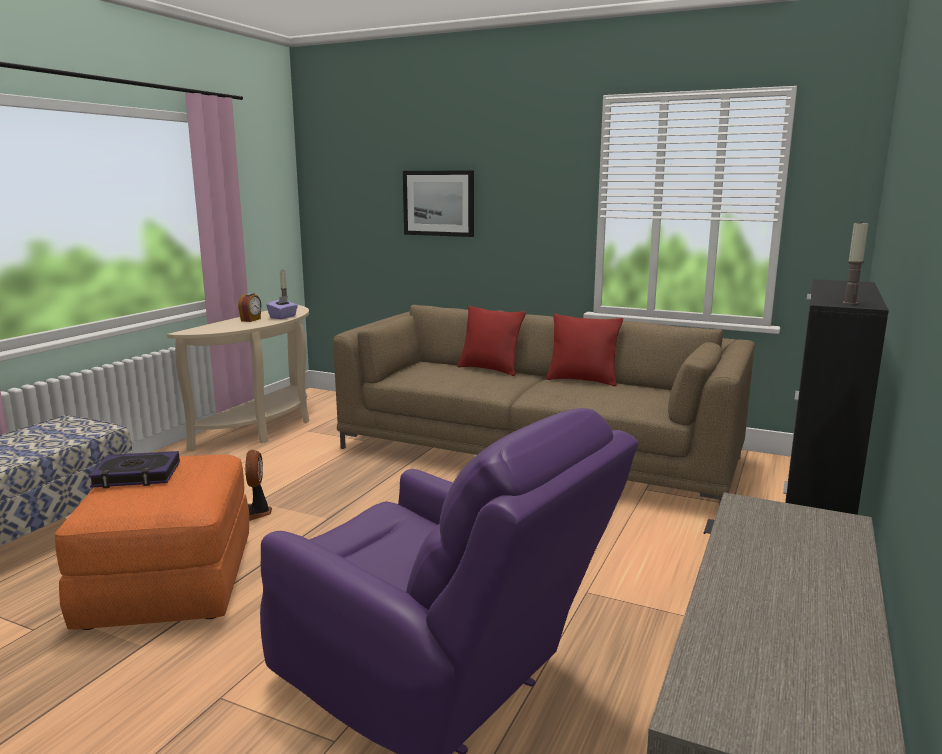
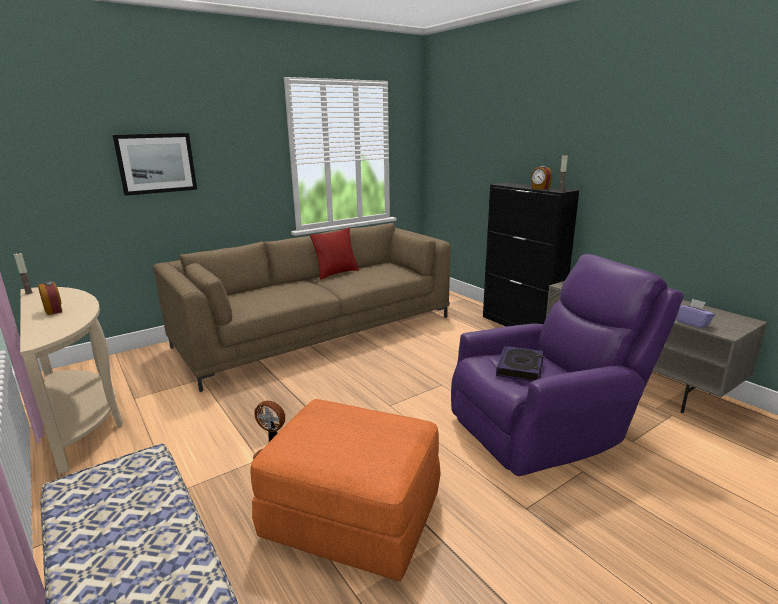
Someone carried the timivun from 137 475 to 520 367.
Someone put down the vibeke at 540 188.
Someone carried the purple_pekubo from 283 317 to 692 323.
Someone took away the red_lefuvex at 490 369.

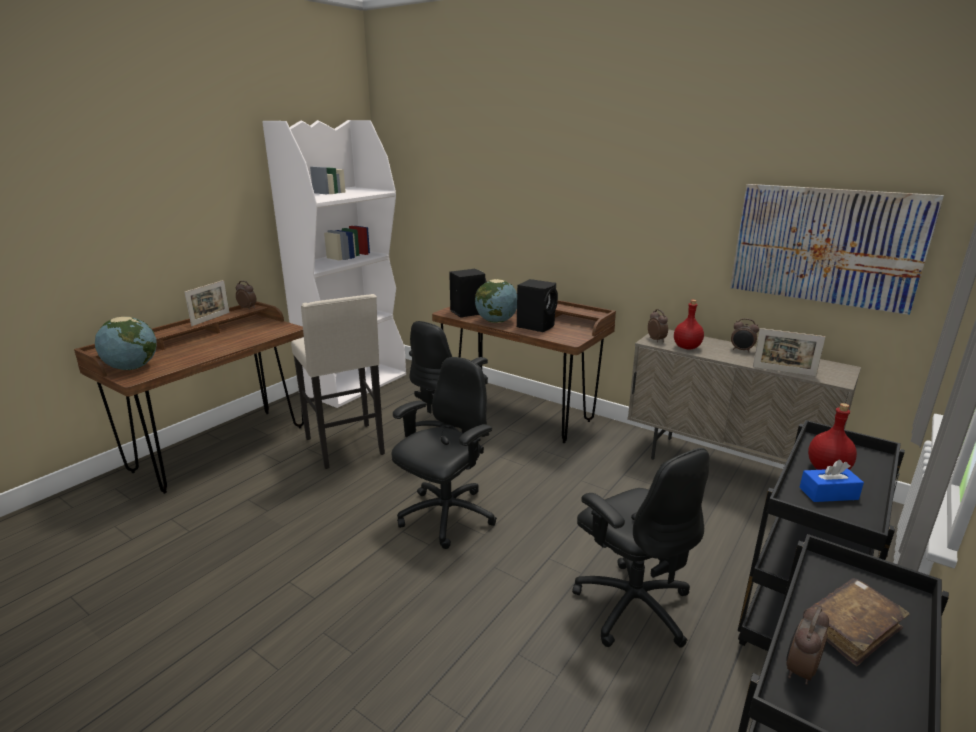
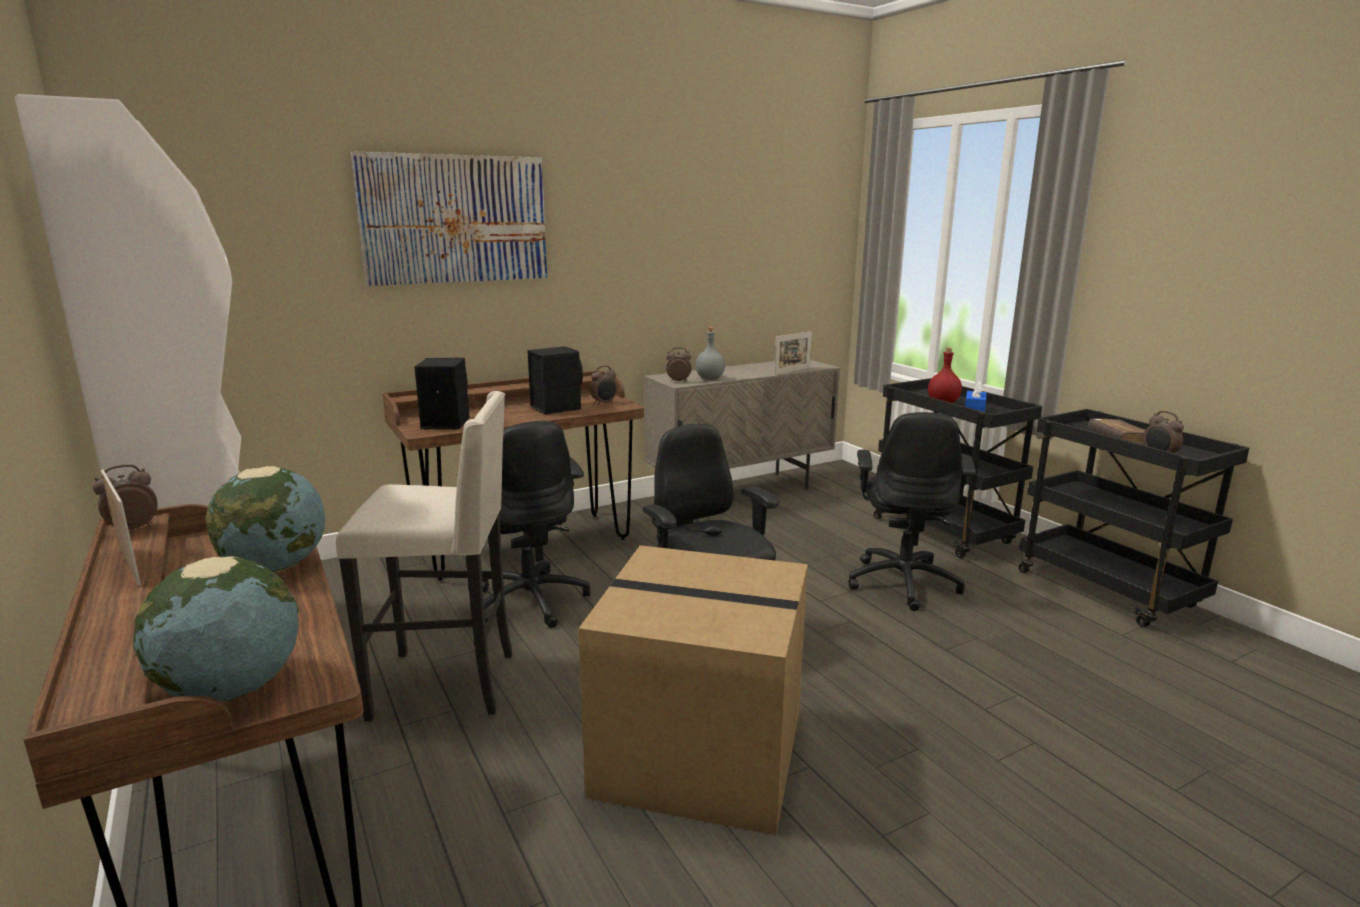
Someone carried the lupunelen from 496 321 to 275 567.
Someone carried the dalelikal from 825 246 to 455 219.
Someone put down the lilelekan at 696 754.
Someone carried the vibeke from 741 350 to 604 403.
Someone repainted the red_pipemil at 687 347, which became the grey_pipemil at 710 378.
Someone rotated the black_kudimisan at 632 605 by 105 degrees clockwise.

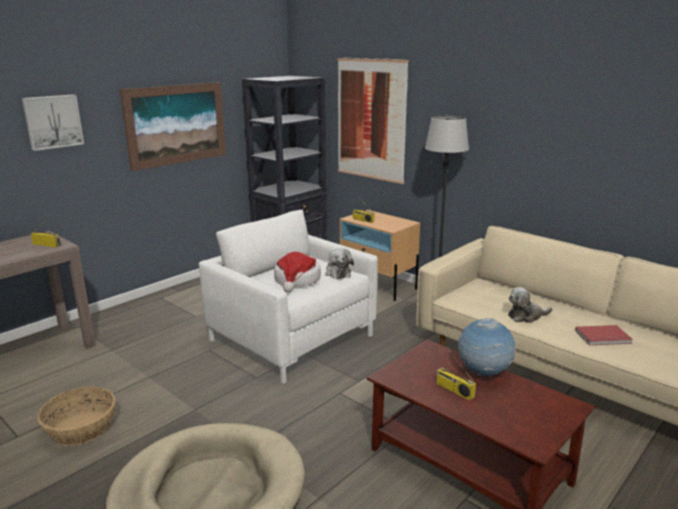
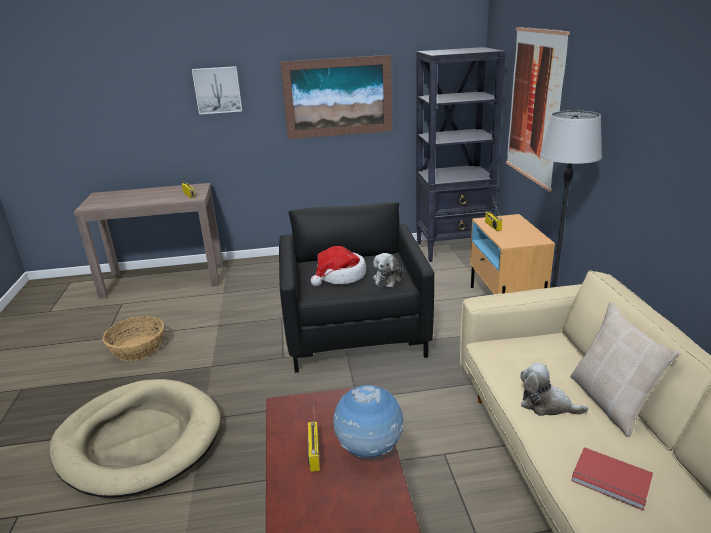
Someone repainted the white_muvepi at 292 337, which became the black_muvepi at 355 331.
Someone put down the beige_lefuvex at 611 402.

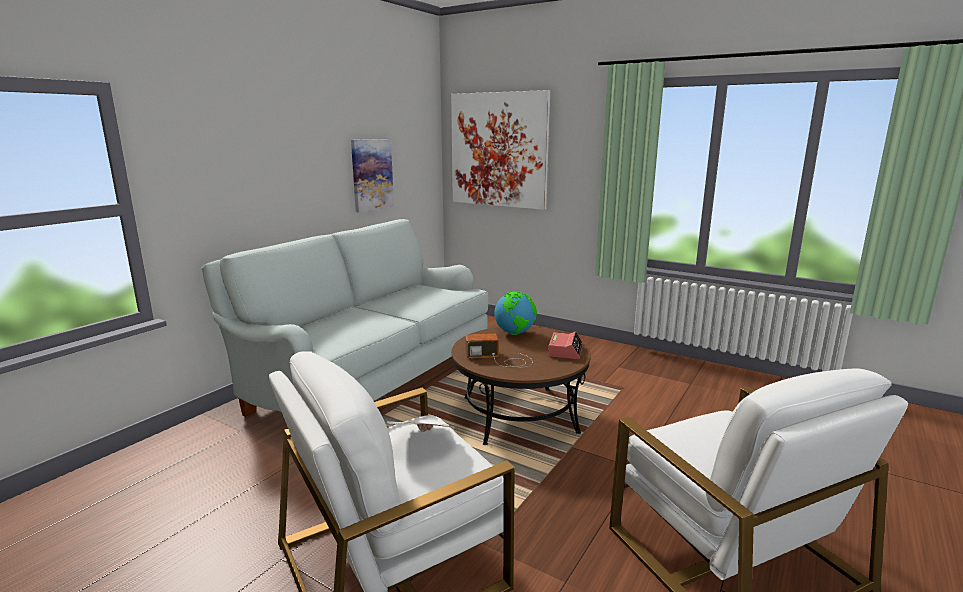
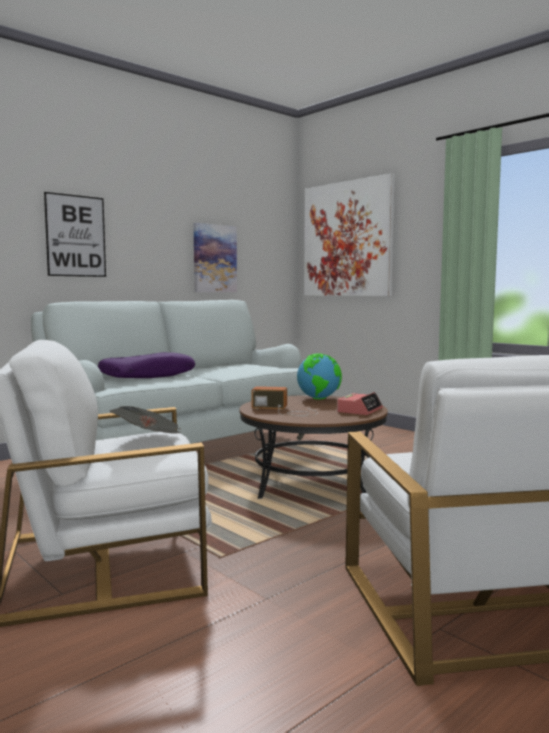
Someone put up the dalelikal at 75 236.
Someone put down the purple_lefuvex at 148 376.

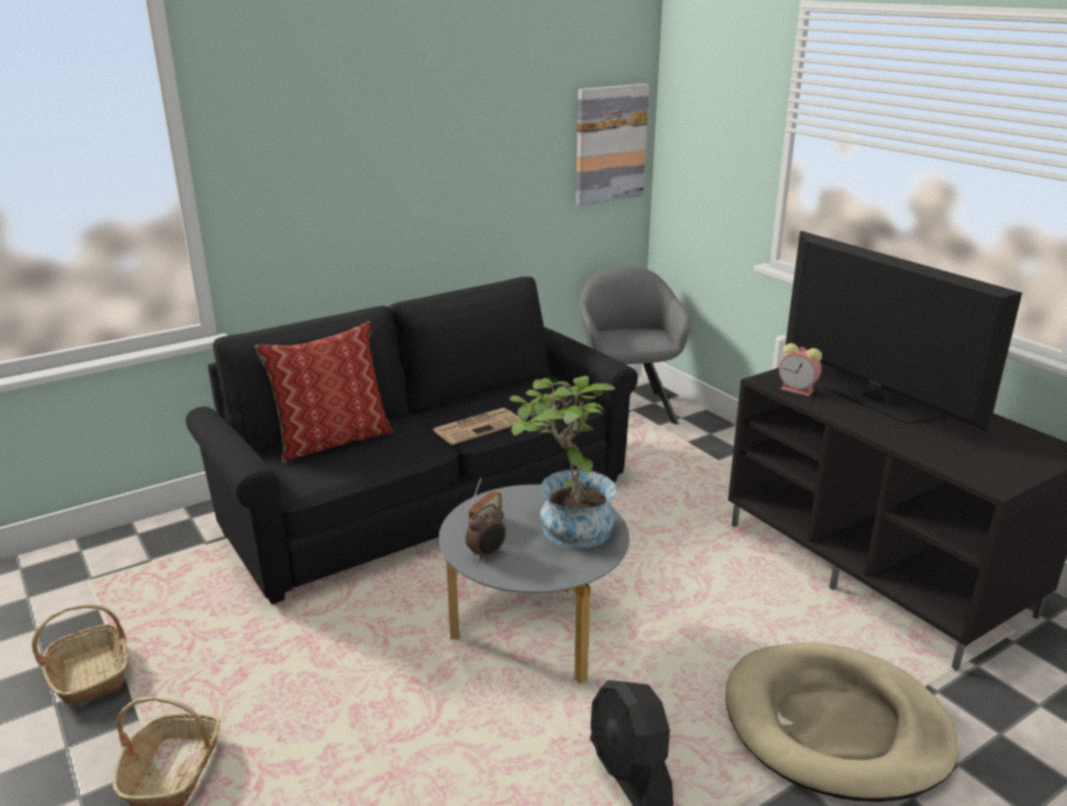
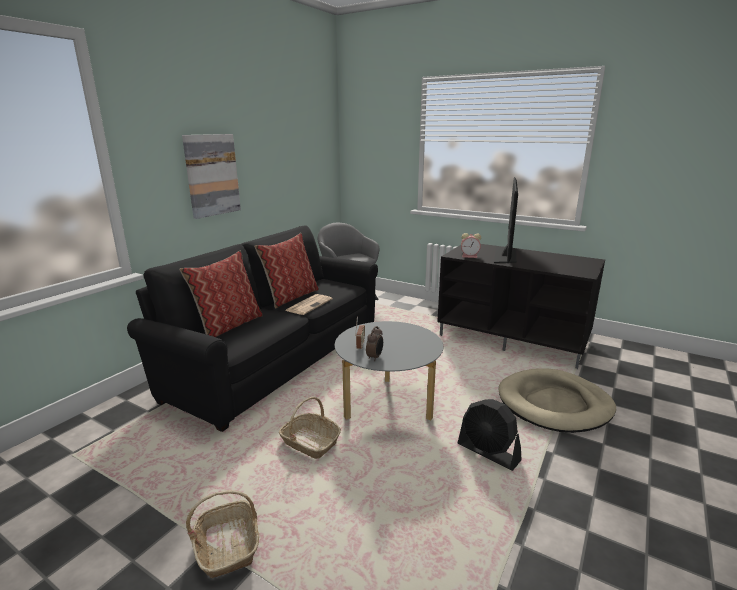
Someone carried the dalelikal from 610 144 to 212 175.
Someone put down the lefuvex at 290 297.
Someone carried the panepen from 90 674 to 310 443.
Someone rotated the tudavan at 876 400 by 105 degrees counterclockwise.
Someone took away the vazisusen at 565 527.

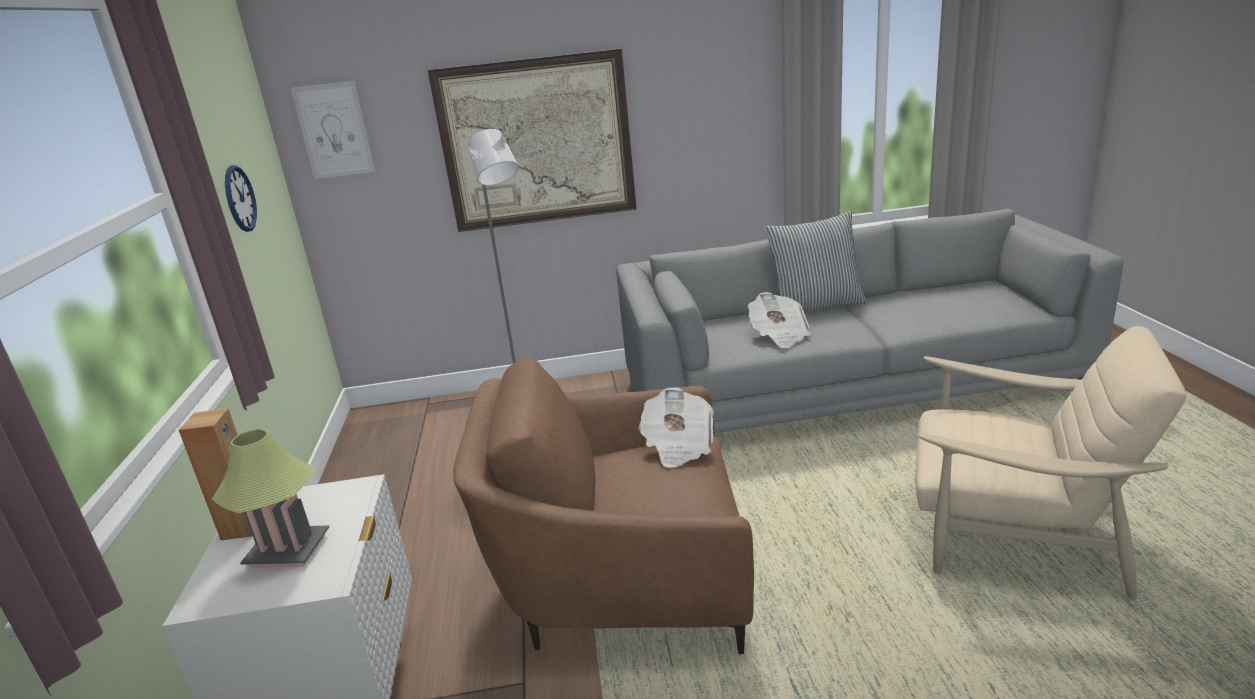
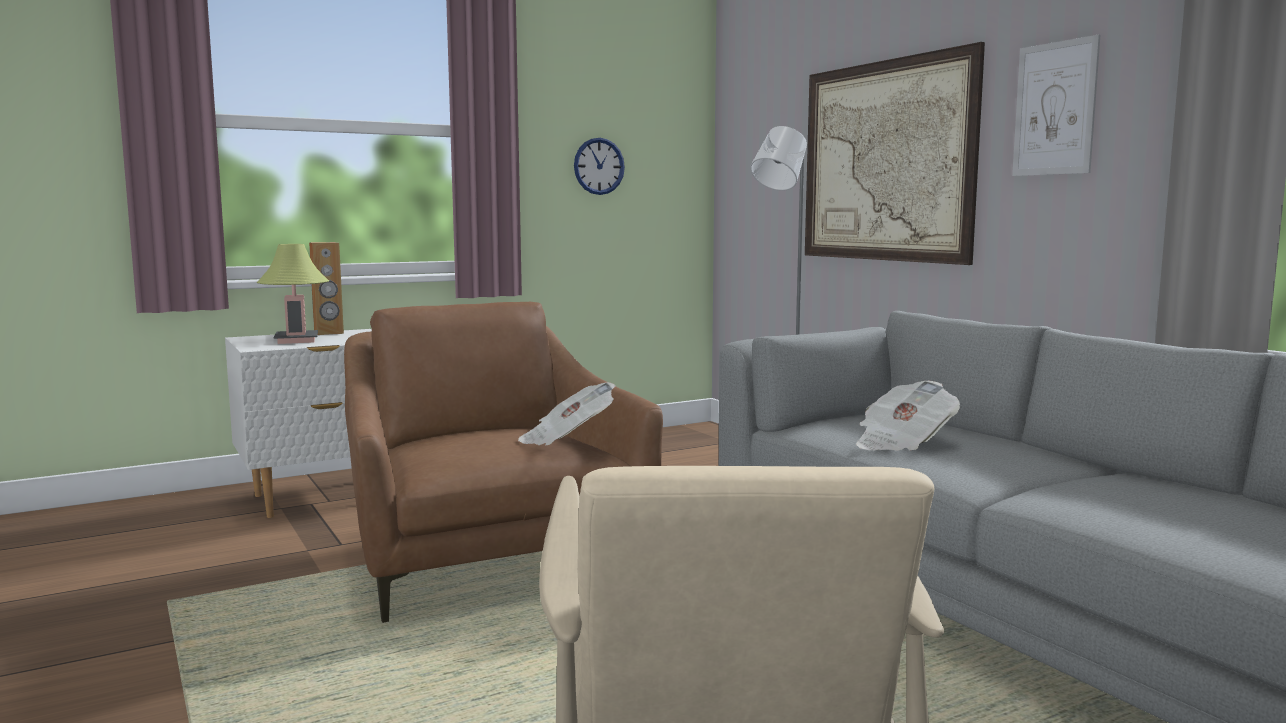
Someone carried the dalelikal from 334 130 to 1055 109.
Someone took away the lefuvex at 815 306.

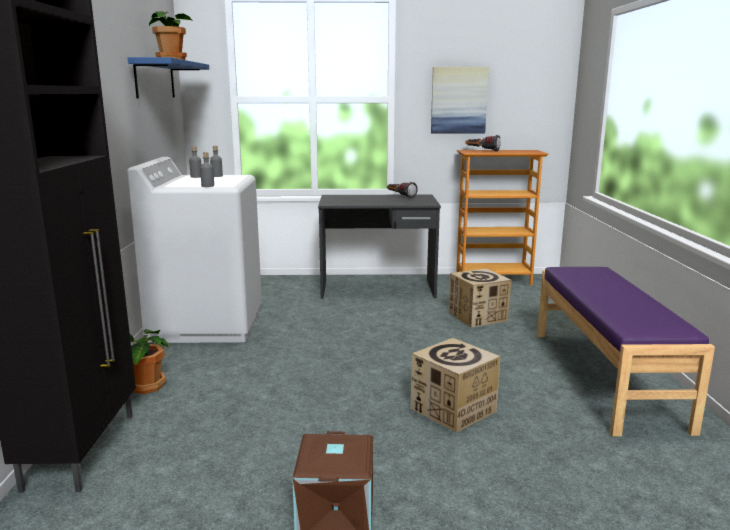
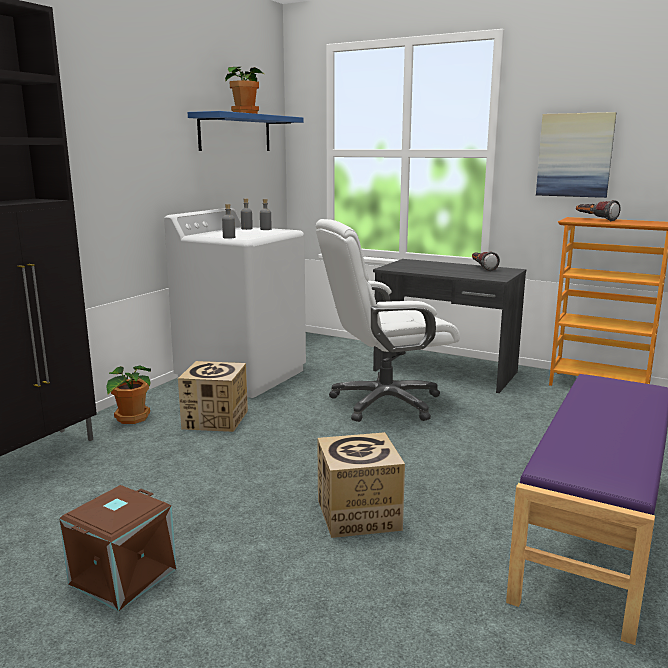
Someone carried the lilelekan from 478 317 to 215 419.
Someone put down the white_kudimisan at 384 403.

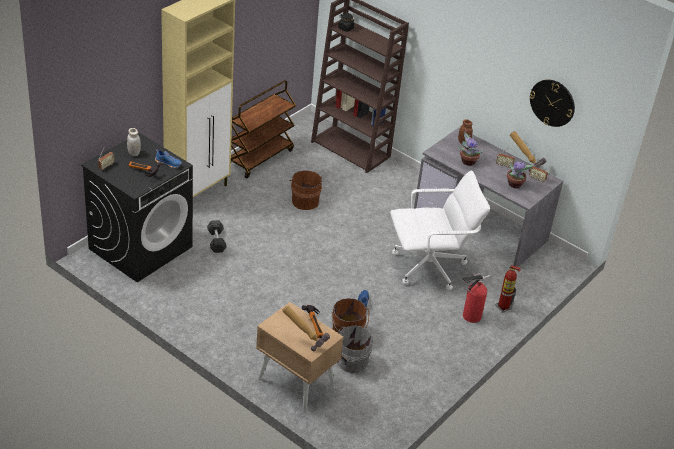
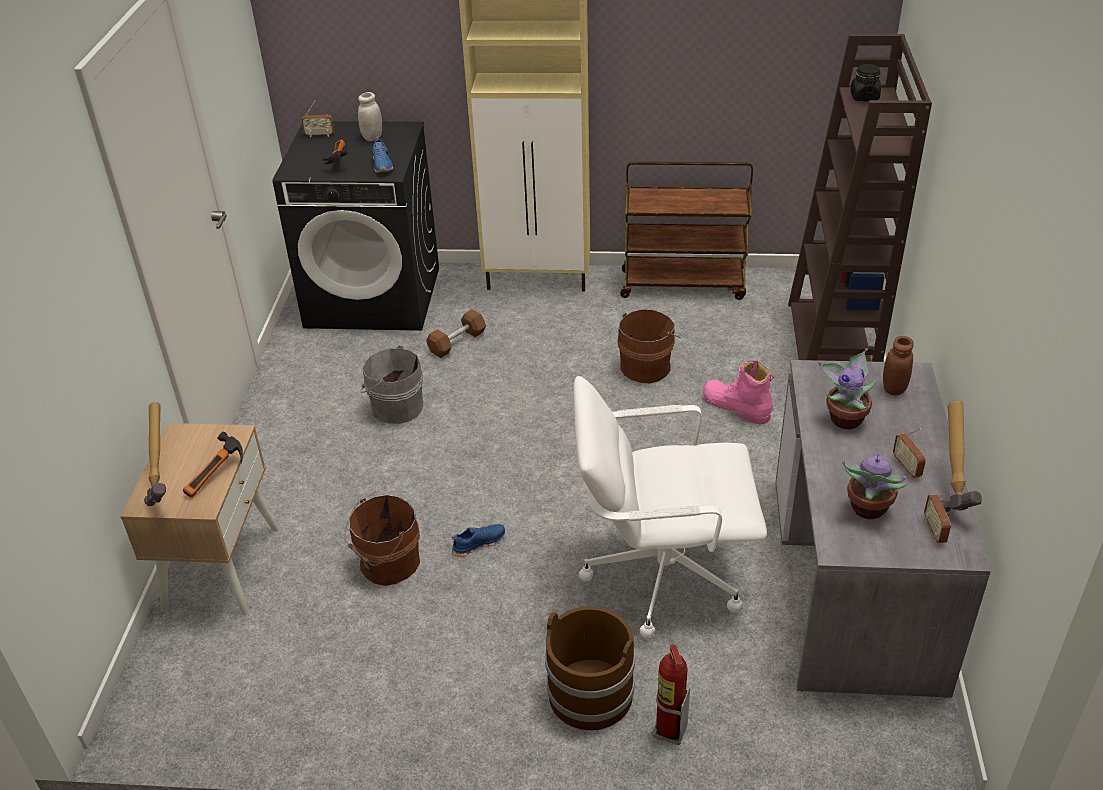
Someone carried the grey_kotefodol from 350 362 to 395 407.
Someone repainted the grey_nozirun at 216 241, which became the brown_nozirun at 457 342.
Someone swapped the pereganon at 470 316 for the brown_kotefodol at 589 694.
Someone rotated the white_kudimisan at 430 267 by 135 degrees clockwise.
Someone put down the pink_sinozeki at 736 407.
Someone took away the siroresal at 552 102.

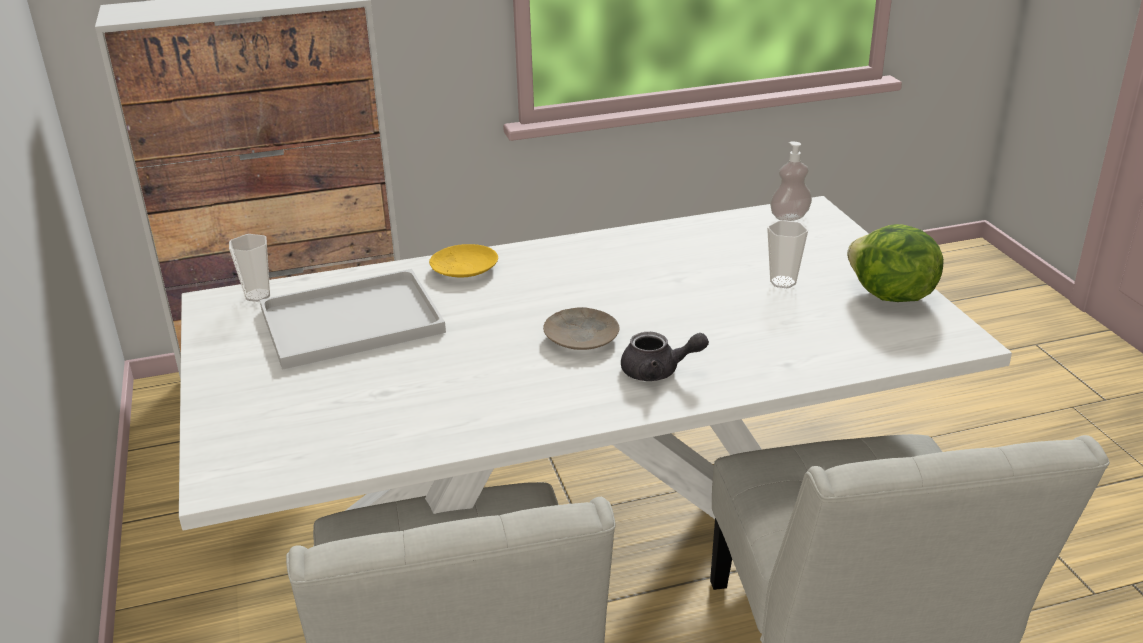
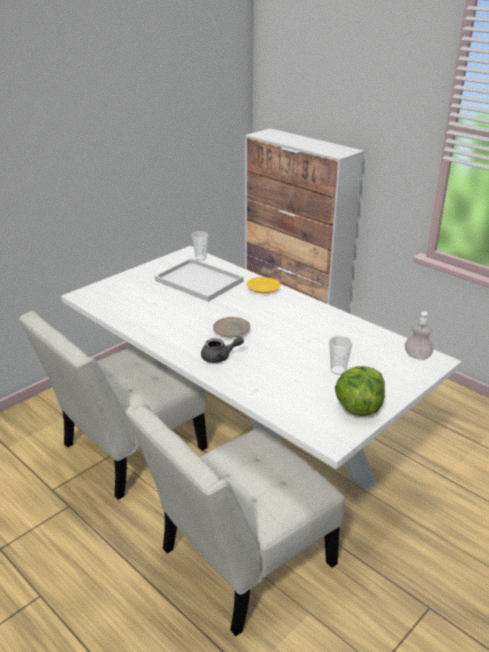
Someone rotated the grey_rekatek at 658 371 by 75 degrees counterclockwise.

